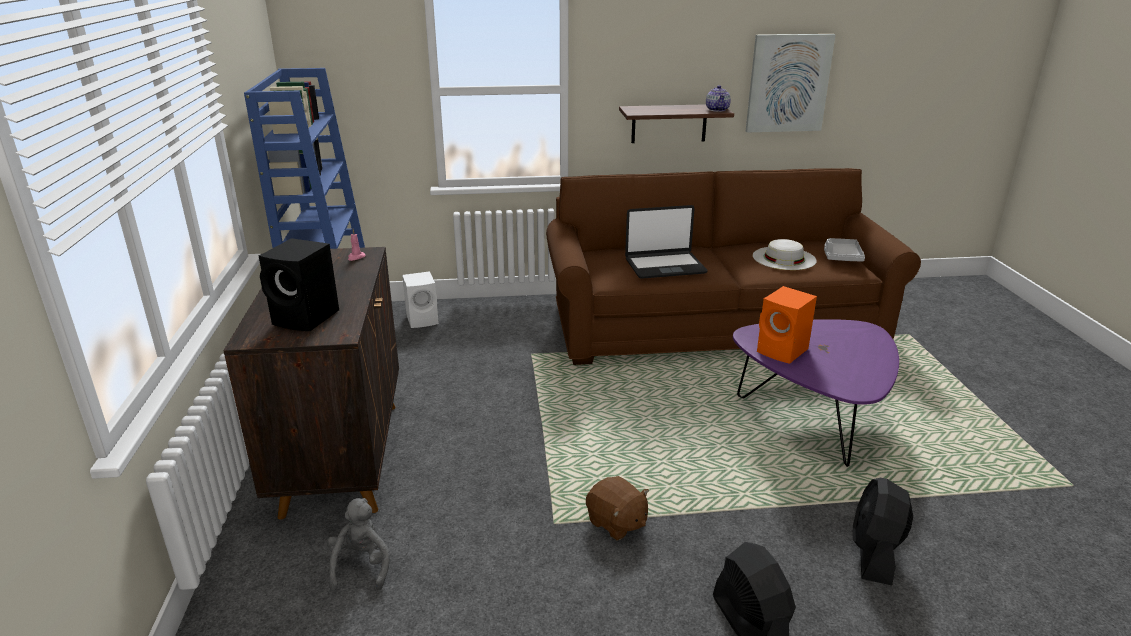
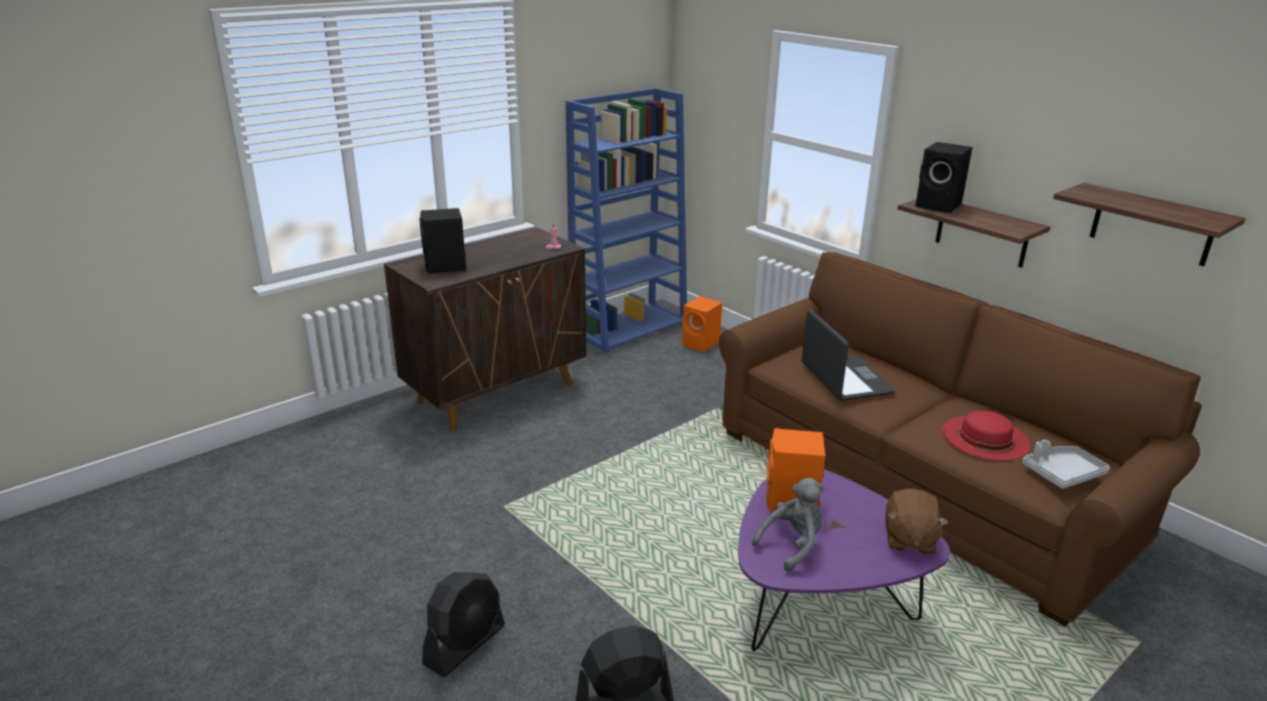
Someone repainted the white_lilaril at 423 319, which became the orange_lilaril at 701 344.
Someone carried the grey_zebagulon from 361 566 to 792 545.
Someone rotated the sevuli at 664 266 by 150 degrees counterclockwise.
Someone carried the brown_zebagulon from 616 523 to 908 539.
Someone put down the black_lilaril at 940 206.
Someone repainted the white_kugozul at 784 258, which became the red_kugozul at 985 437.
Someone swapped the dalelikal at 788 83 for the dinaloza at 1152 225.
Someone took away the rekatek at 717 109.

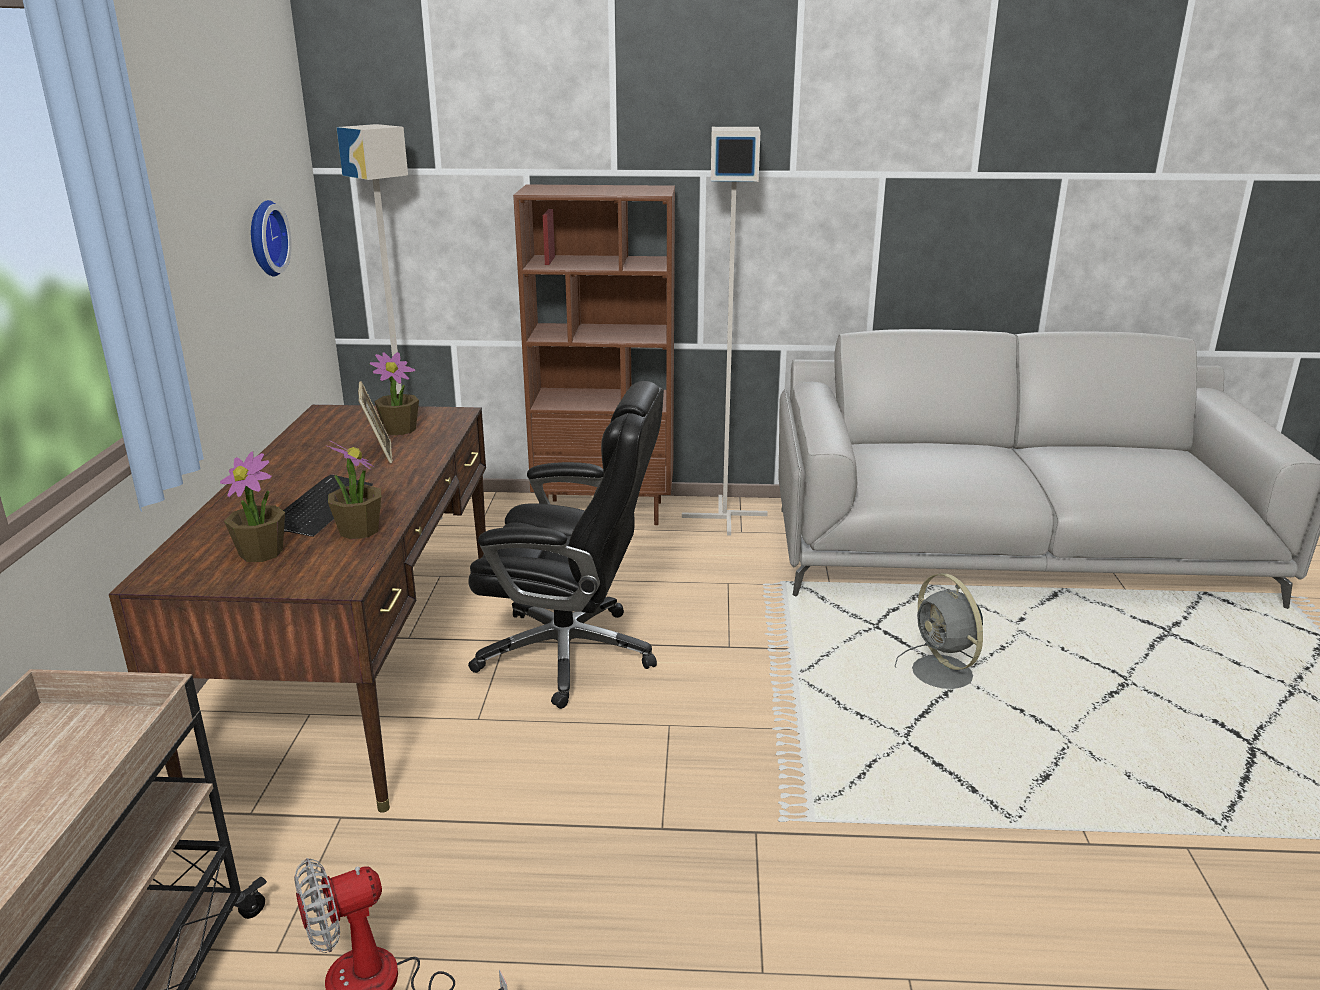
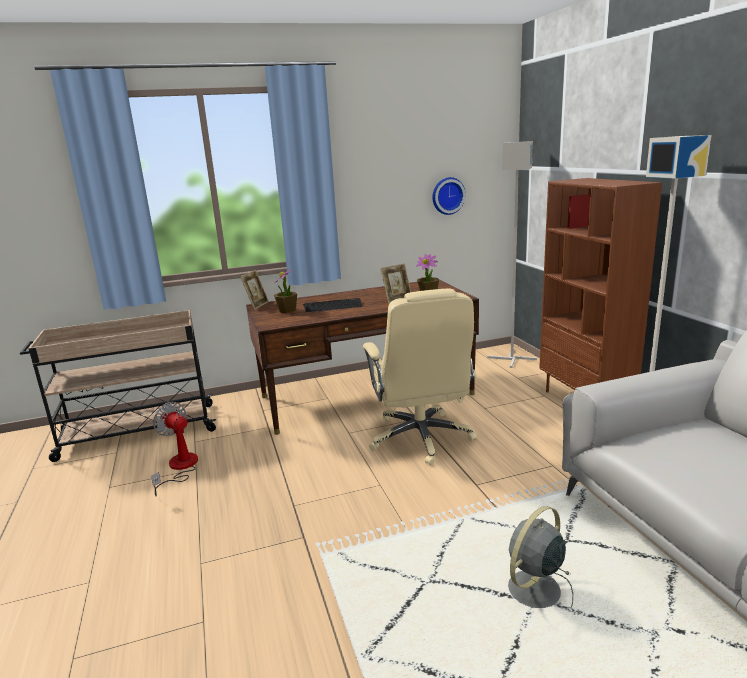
Someone put down the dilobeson at 257 305.
Someone repainted the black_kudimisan at 571 654, which became the beige_kudimisan at 421 438.
Someone took away the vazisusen at 359 530.

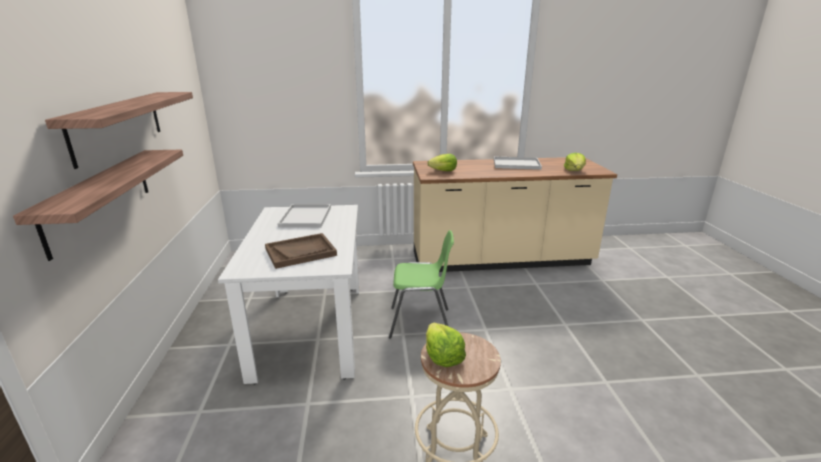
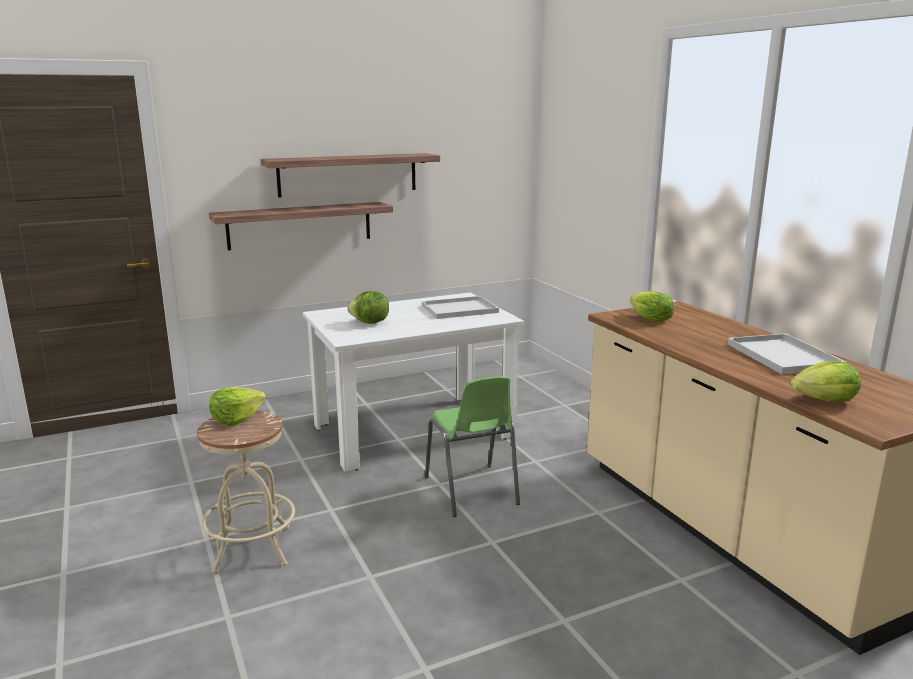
Someone swapped the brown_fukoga at 301 252 for the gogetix at 370 323.

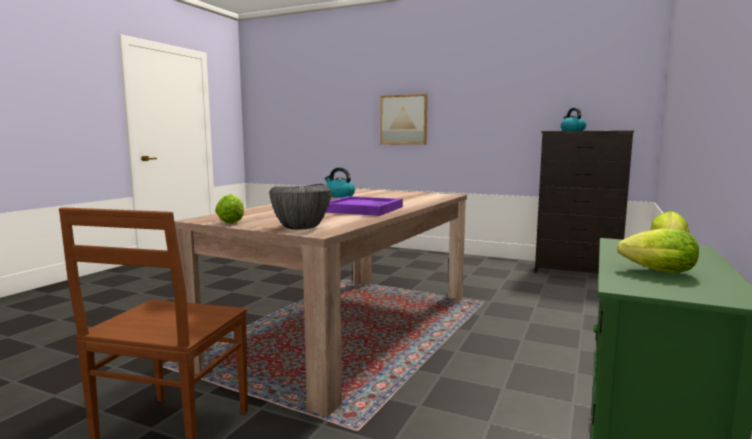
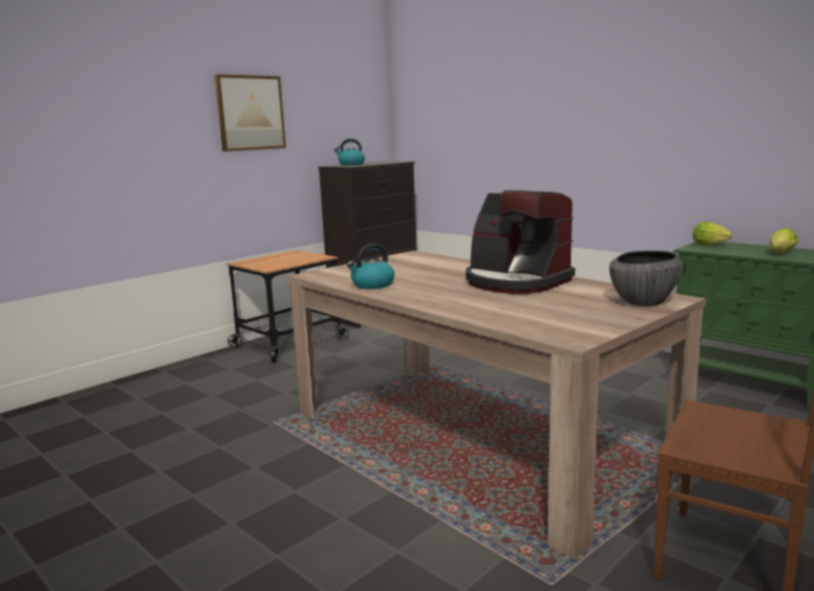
Someone carried the dalelikal from 403 119 to 250 113.
Someone put down the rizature at 289 343.
Someone swapped the purple_fukoga at 363 209 for the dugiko at 516 282.
Someone took away the gogetix at 231 221.

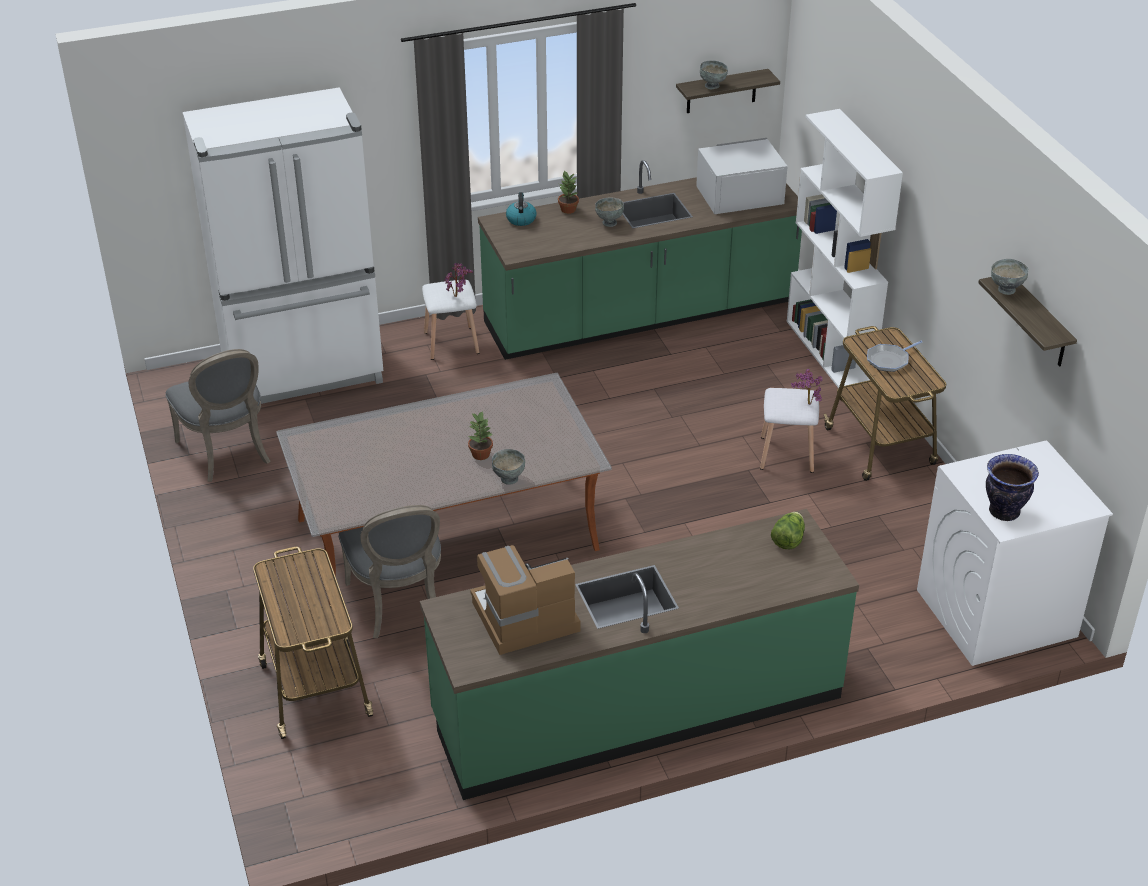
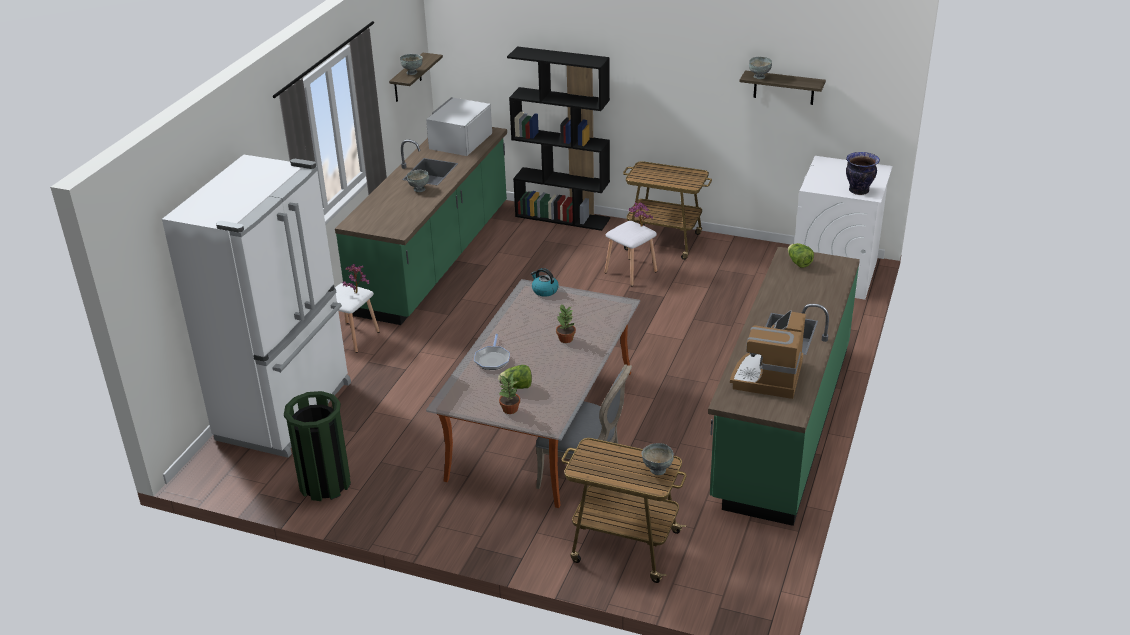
Someone swapped the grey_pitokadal at 227 452 for the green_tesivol at 325 484.
Someone carried the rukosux from 889 360 to 492 359.
Someone put down the gogetix at 517 386.
Someone carried the vazisusen from 567 209 to 509 409.
Someone repainted the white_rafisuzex at 830 352, which became the black_rafisuzex at 563 217.
Someone carried the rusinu from 521 219 to 544 290.
Someone carried the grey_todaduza from 508 479 to 657 470.

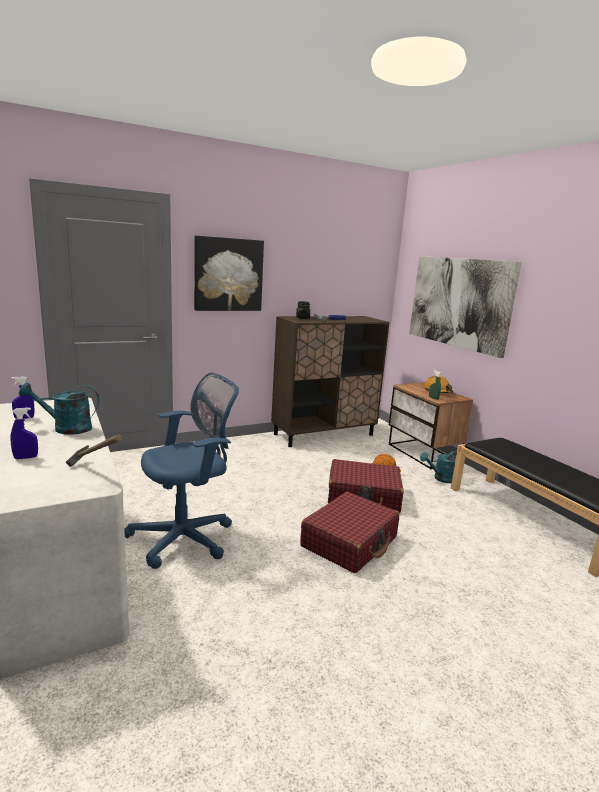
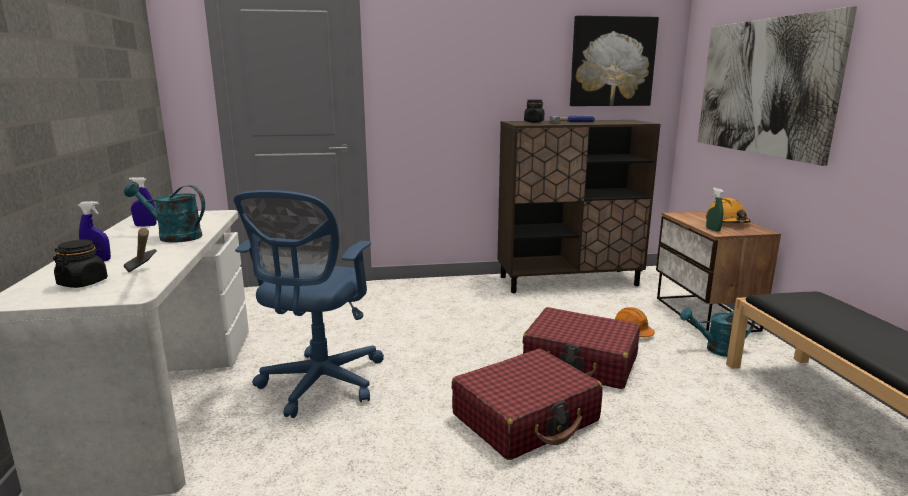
Someone put down the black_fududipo at 83 283.
Someone rotated the blue_kudimisan at 186 538 by 120 degrees clockwise.
Someone carried the dalelikal from 228 274 to 612 62.

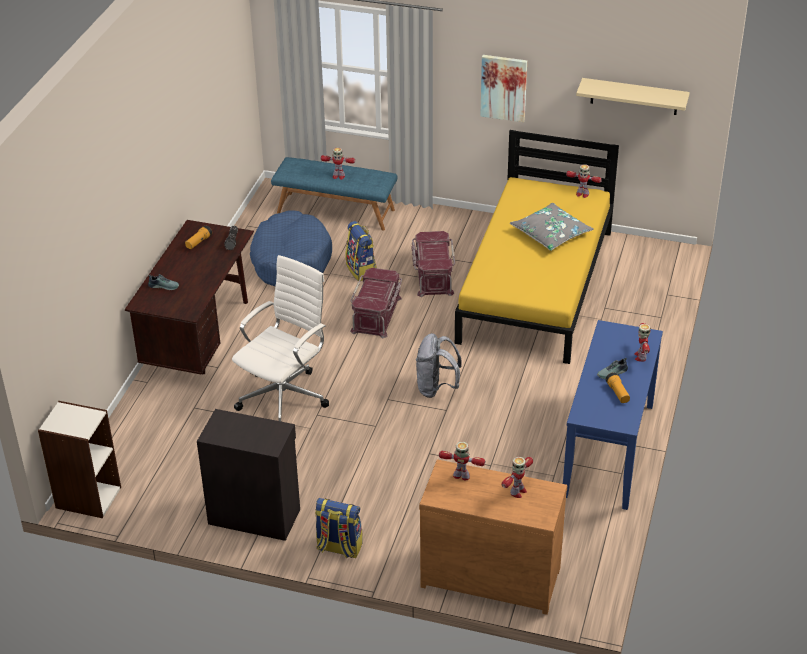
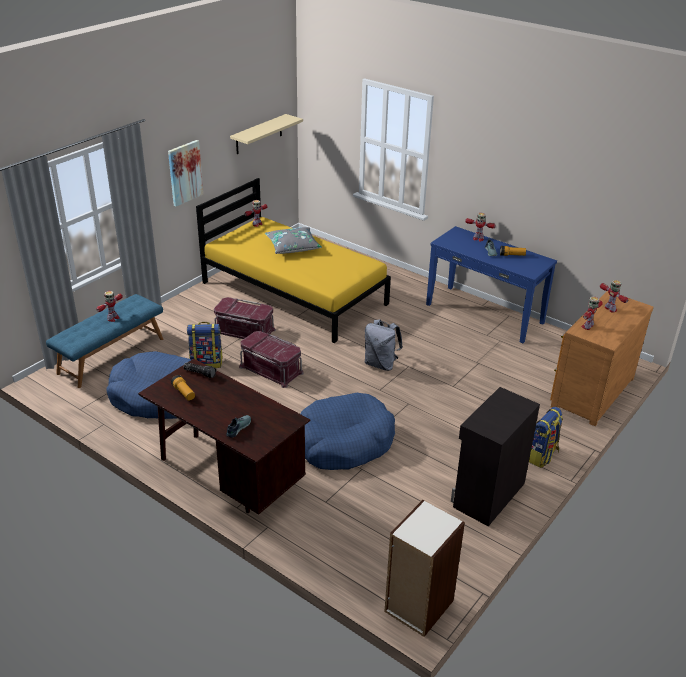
Someone swapped the white_kudimisan at 285 396 for the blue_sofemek at 343 442.

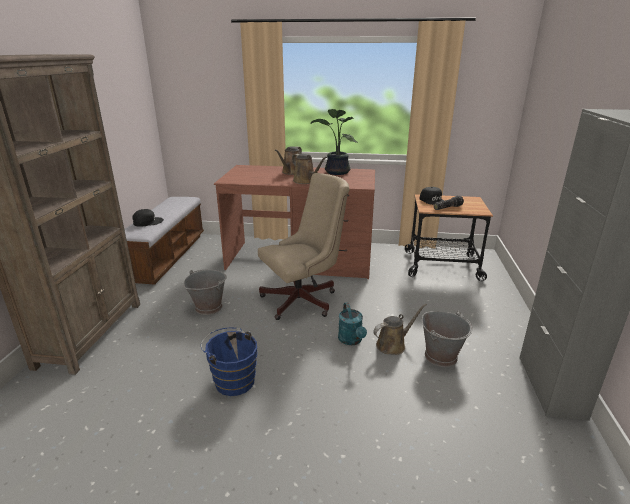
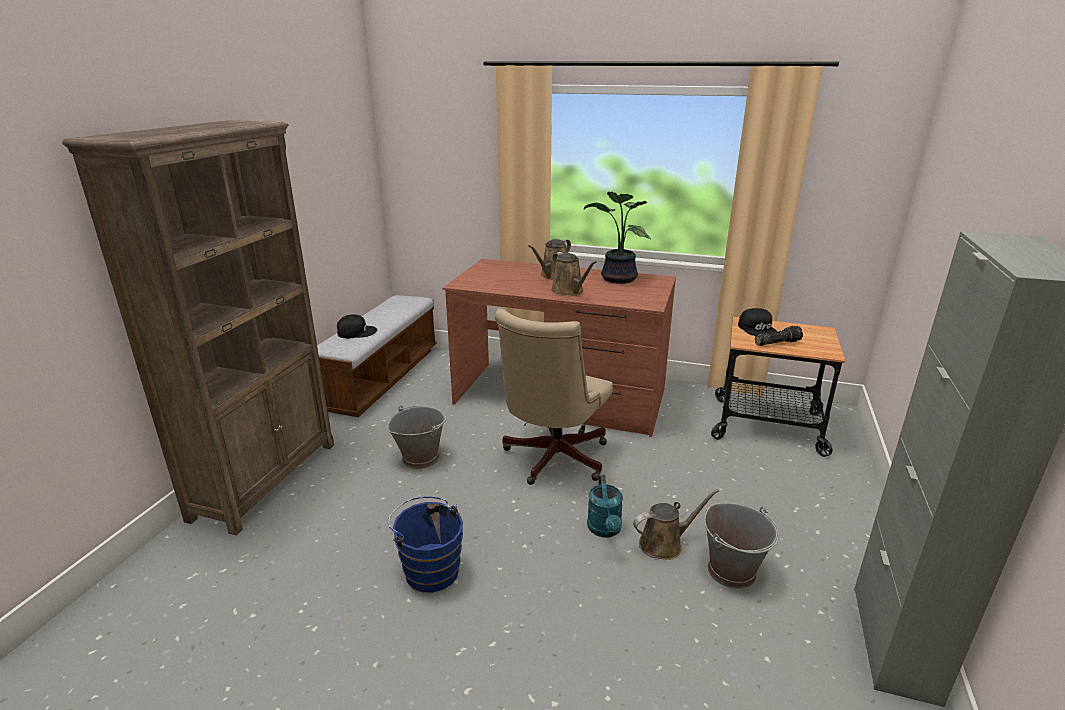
Someone rotated the beige_kudimisan at 304 300 by 135 degrees clockwise.

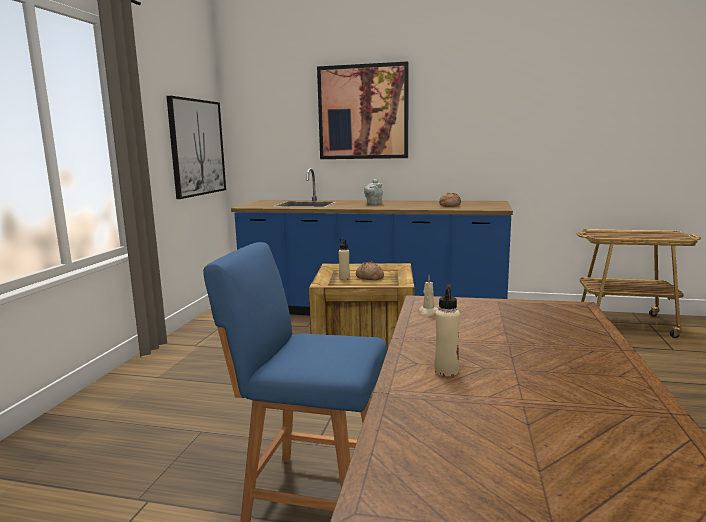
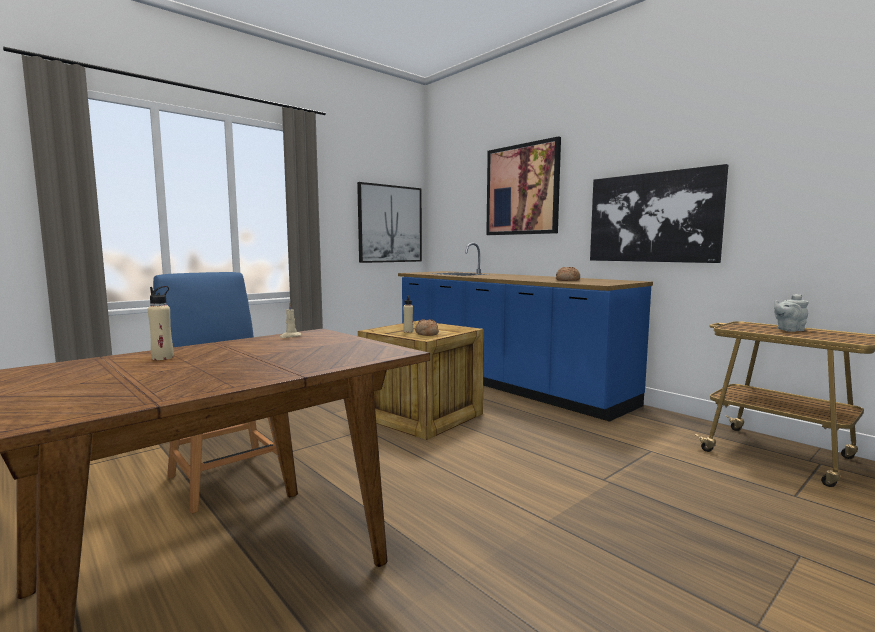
Someone put up the dalelikal at 652 217.
Someone carried the grey_rekatek from 373 204 to 788 330.

